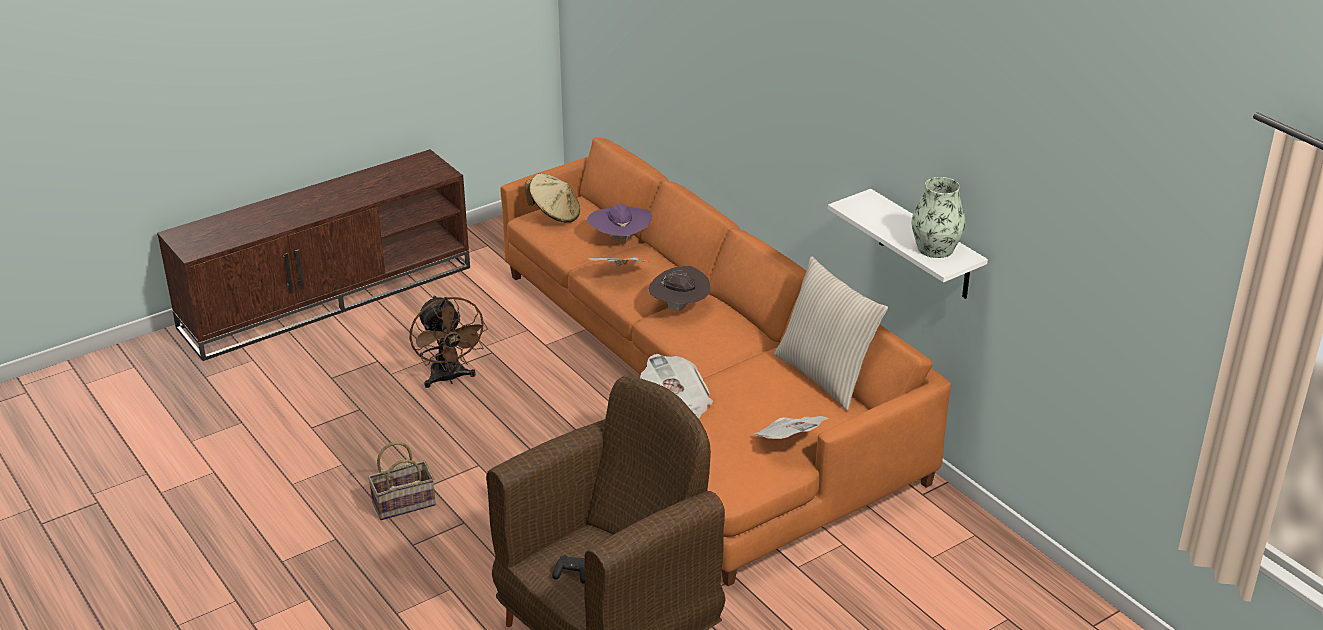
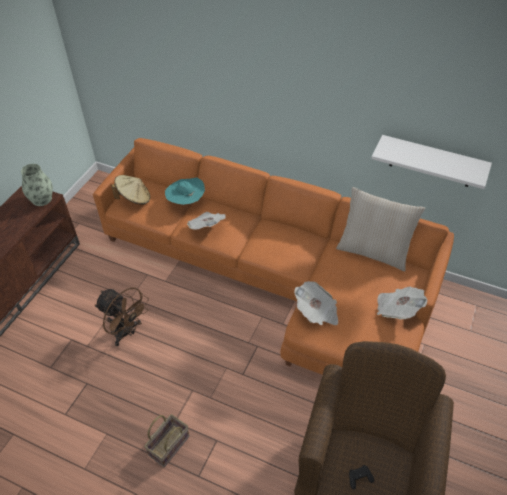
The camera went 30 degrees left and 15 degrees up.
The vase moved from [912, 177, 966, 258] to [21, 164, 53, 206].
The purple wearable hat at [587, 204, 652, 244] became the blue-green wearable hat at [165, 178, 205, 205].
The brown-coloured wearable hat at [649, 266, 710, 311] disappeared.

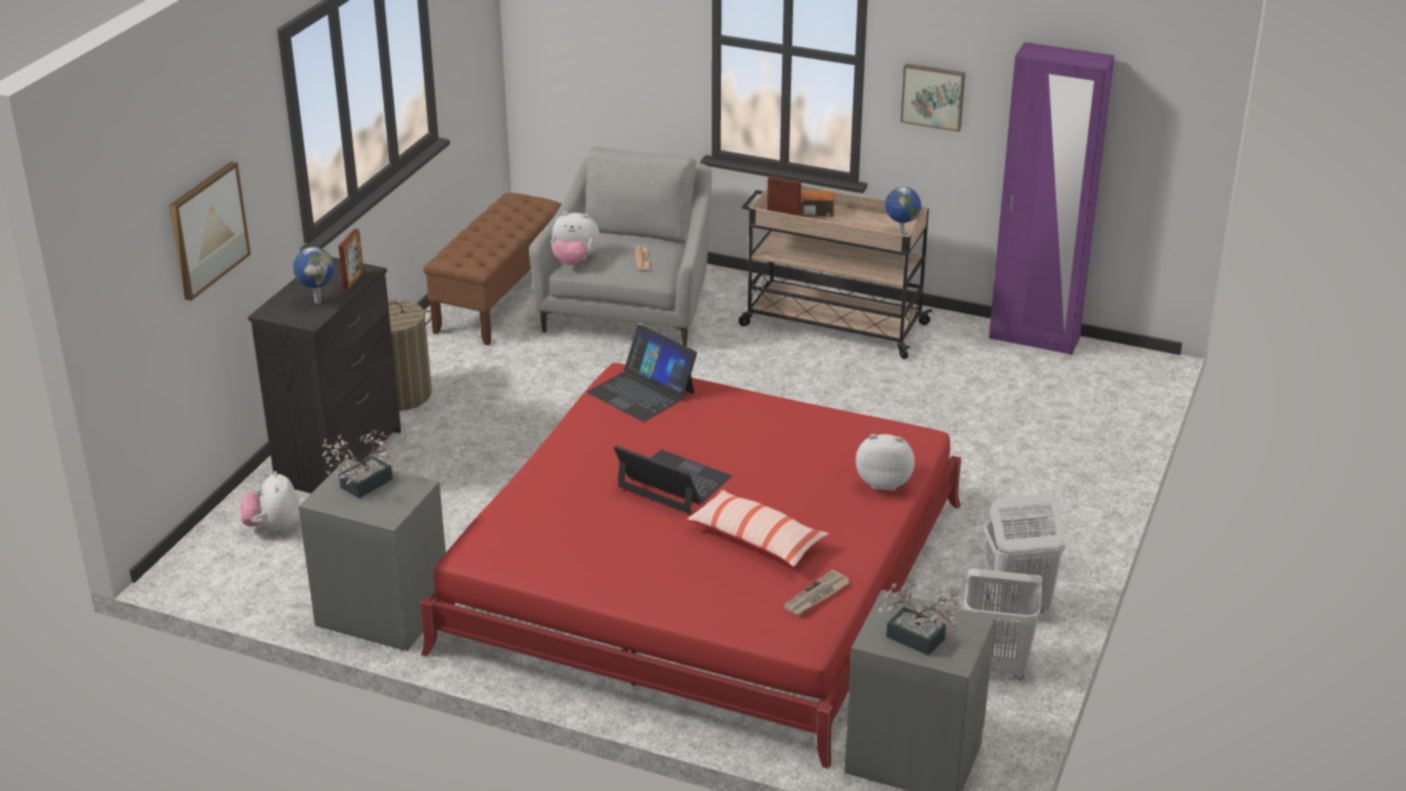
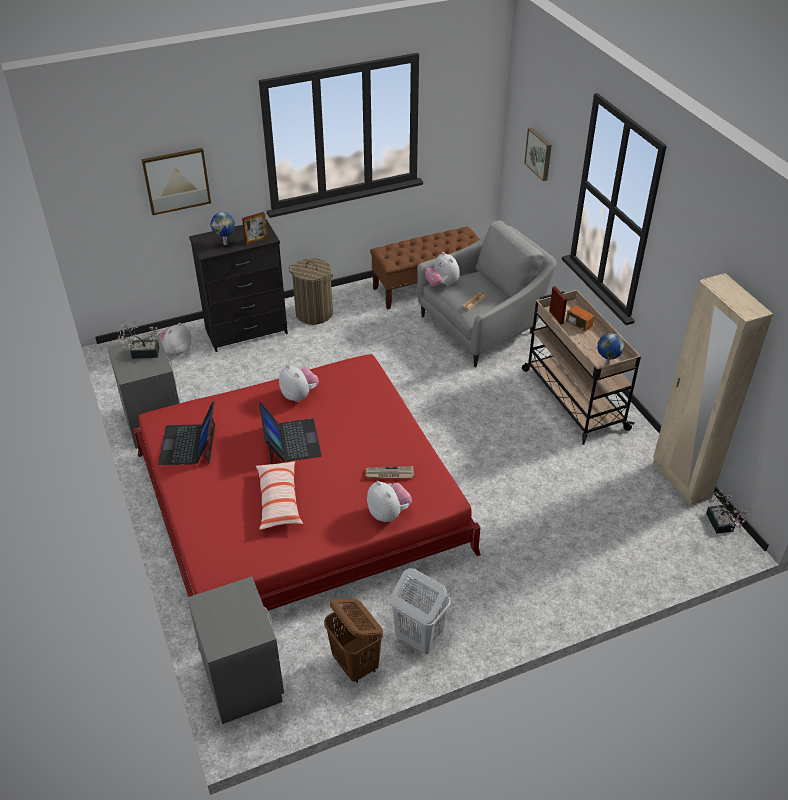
The camera went 45 degrees right and 10 degrees up.
The notebook computer moved from [587, 325, 697, 422] to [158, 401, 215, 465].
The plush toy at [279, 365, 319, 402] appeared.
The white hamper at [964, 568, 1043, 680] became the brown-coloured hamper at [324, 598, 383, 683].
The newspaper moved from [783, 570, 850, 616] to [365, 466, 414, 478].
The picture moved from [900, 63, 965, 132] to [524, 128, 552, 181].
The purple wardrobe at [989, 42, 1115, 355] became the sand-coloured wardrobe at [653, 273, 773, 506].
The houseplant moved from [878, 583, 966, 656] to [705, 490, 749, 534].

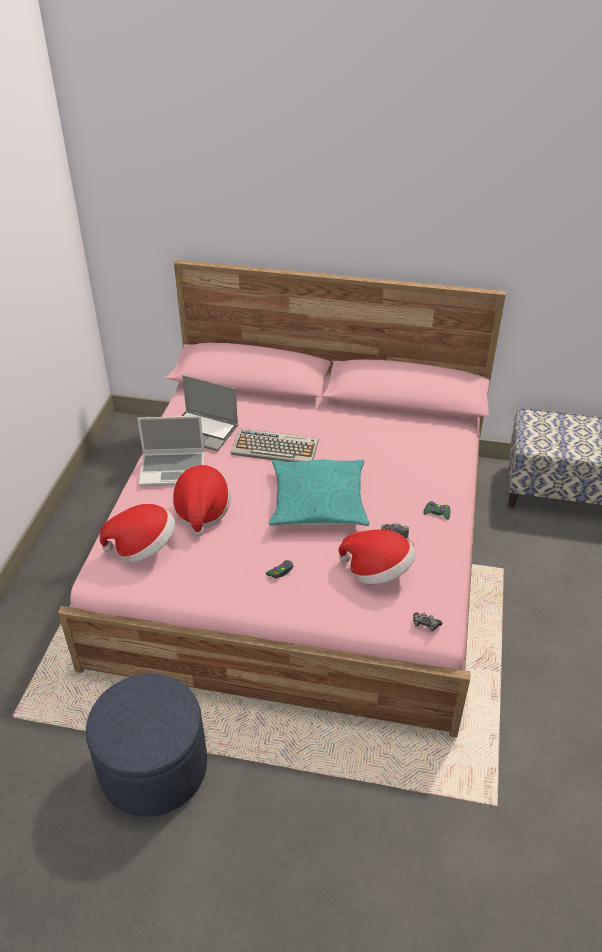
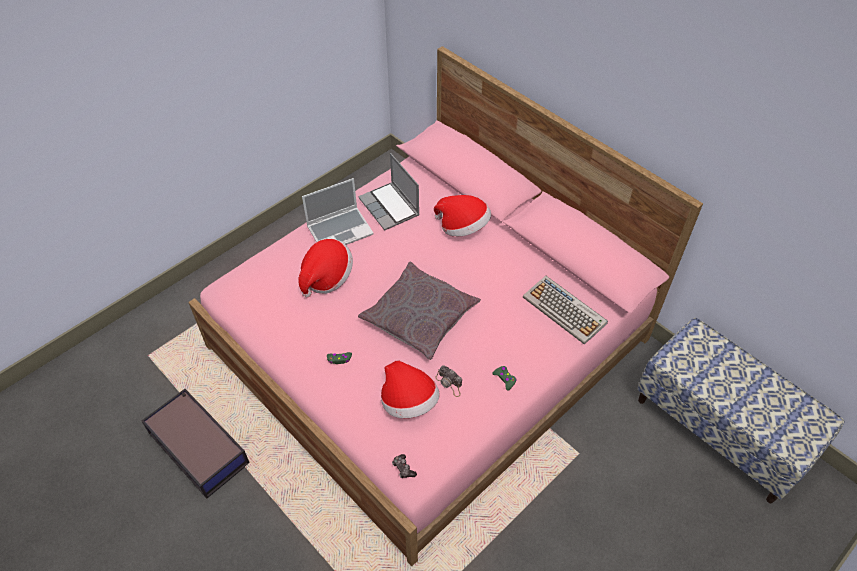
The camera went 35 degrees right and 10 degrees up.
The bluish footrest at [86, 674, 207, 817] was replaced by the storage box at [142, 389, 250, 499].
The notebook computer at [137, 416, 205, 486] turned 60 degrees counterclockwise.
The blue-green cushion at [269, 460, 369, 526] became the grey cushion at [358, 261, 481, 360].
The wearable hat moved from [100, 504, 175, 562] to [434, 195, 491, 237].
The keyboard moved from [231, 428, 318, 462] to [523, 276, 608, 345].

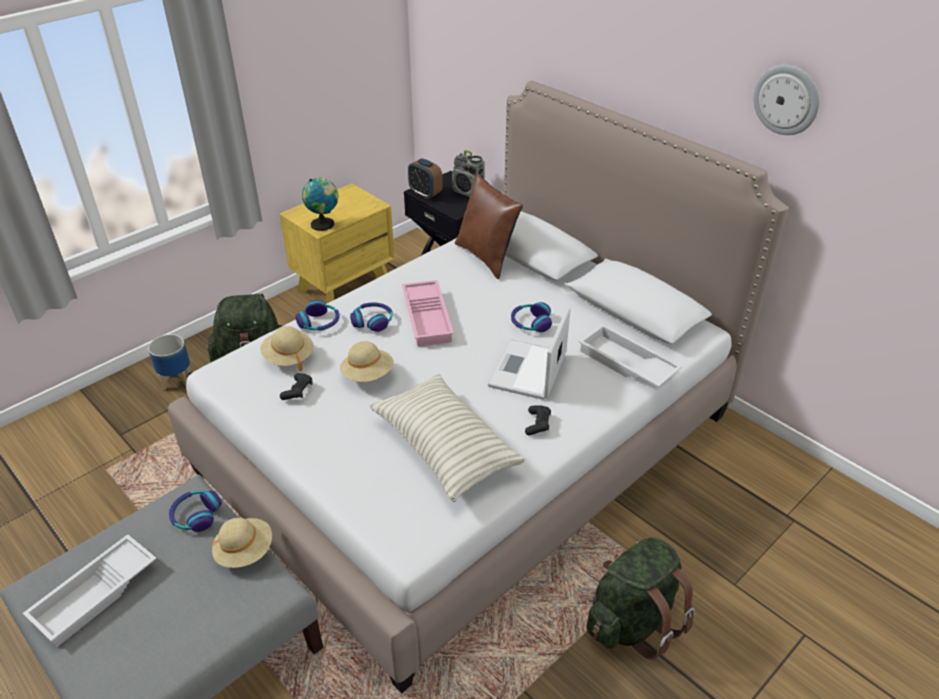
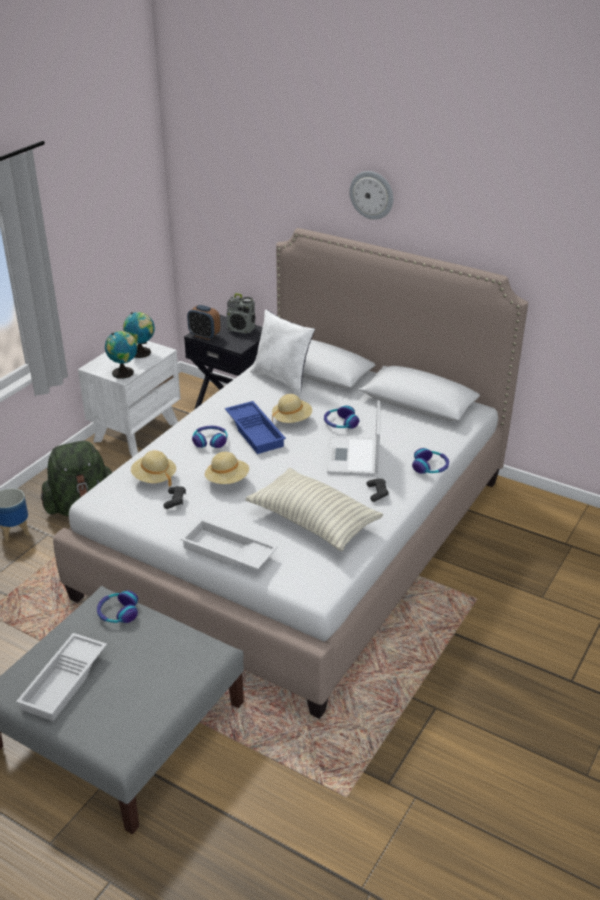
The camera went 15 degrees left and 5 degrees down.
The yellowish night table at [279, 183, 395, 303] became the white night table at [78, 341, 181, 457].
The desk globe at [123, 312, 155, 358] appeared.
The white tray moved from [579, 324, 682, 387] to [180, 518, 278, 570].
The pinkish tray at [402, 280, 454, 347] became the bluish tray at [225, 401, 286, 454].
The brown-coloured cushion at [455, 174, 523, 279] became the white cushion at [250, 309, 315, 395].
The sand-coloured wearable hat moved from [212, 518, 272, 568] to [272, 394, 312, 423].
The wall clock moved from [753, 65, 819, 135] to [349, 171, 393, 220].
The headset moved from [295, 300, 340, 331] to [412, 448, 449, 474].
The green-coloured knapsack at [587, 537, 695, 660] disappeared.

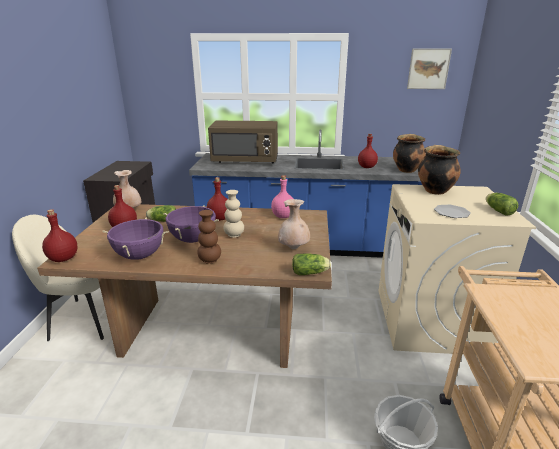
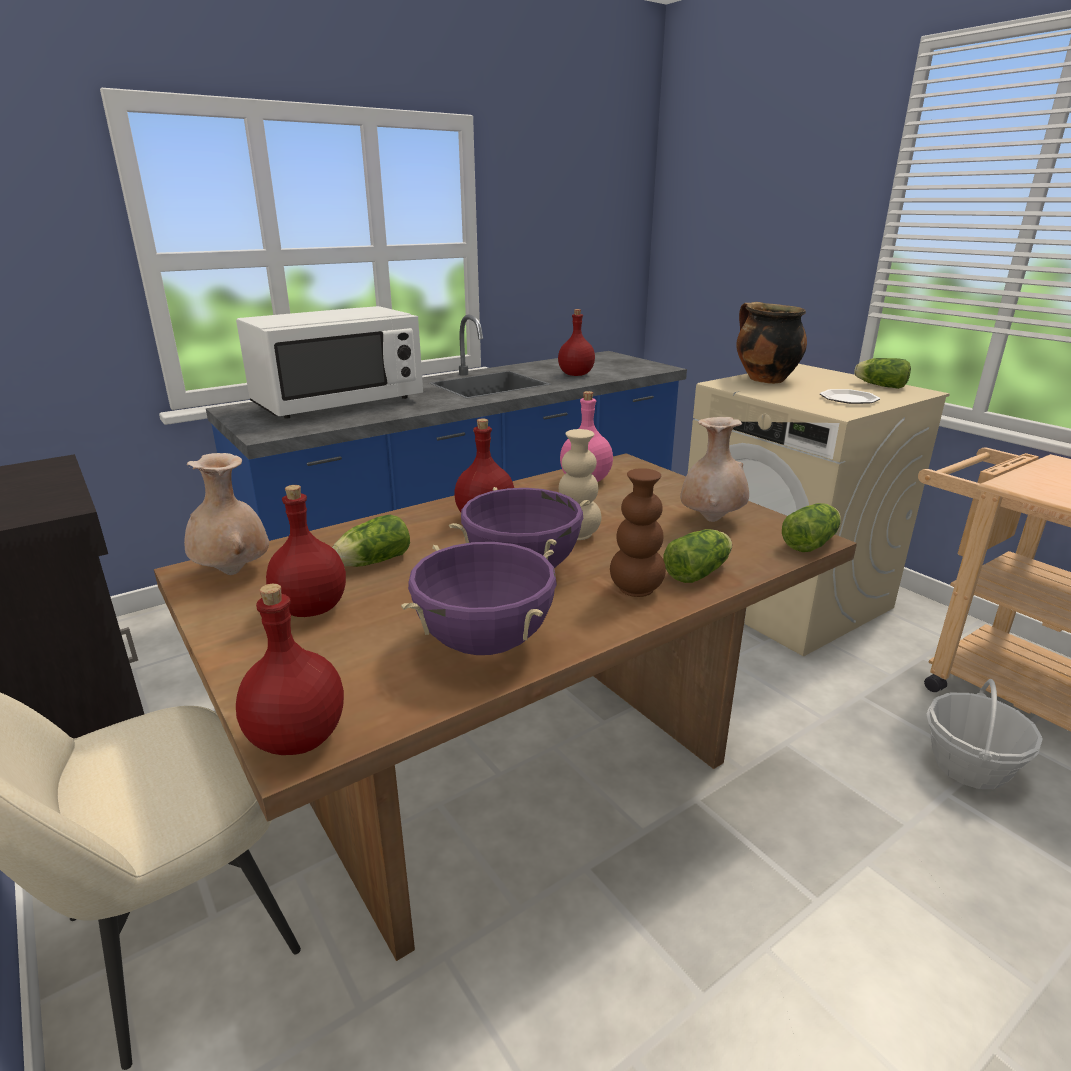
The camera went 40 degrees left and 0 degrees up.
The brown-coloured microwave at [208, 121, 278, 163] became the white microwave at [236, 306, 423, 419].
The lettuce head at [663, 529, 732, 583] appeared.
The saucepot at [393, 134, 426, 173] disappeared.
The picture at [407, 49, 452, 89] disappeared.

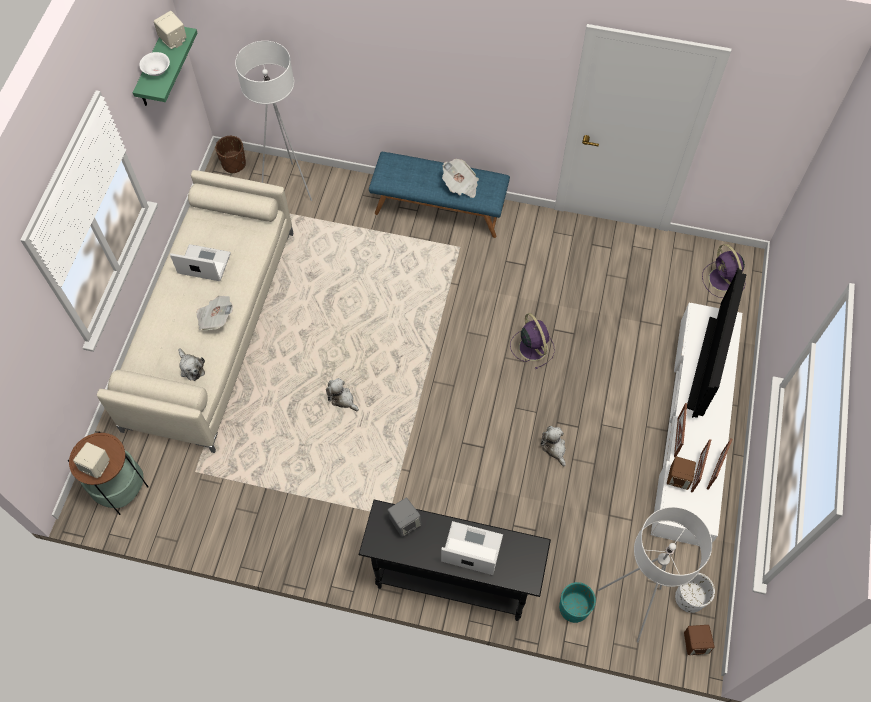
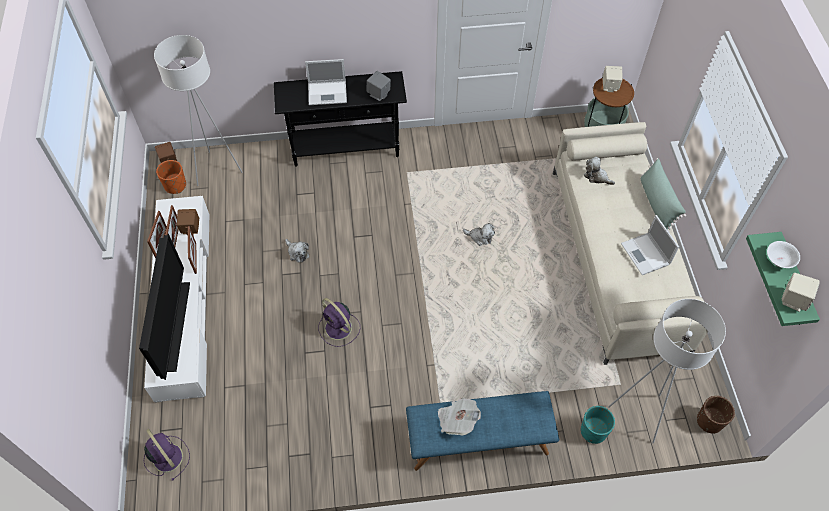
The camera went 160 degrees right and 5 degrees down.
The white plant pot at [675, 573, 715, 613] became the orange-coloured plant pot at [156, 160, 186, 194].
The blue-green plant pot moved from [559, 582, 596, 623] to [581, 406, 615, 444].
The notebook computer at [170, 244, 231, 281] turned 75 degrees clockwise.
The green-coloured cushion at [641, 158, 686, 232] appeared.
The newspaper at [196, 296, 233, 331] disappeared.

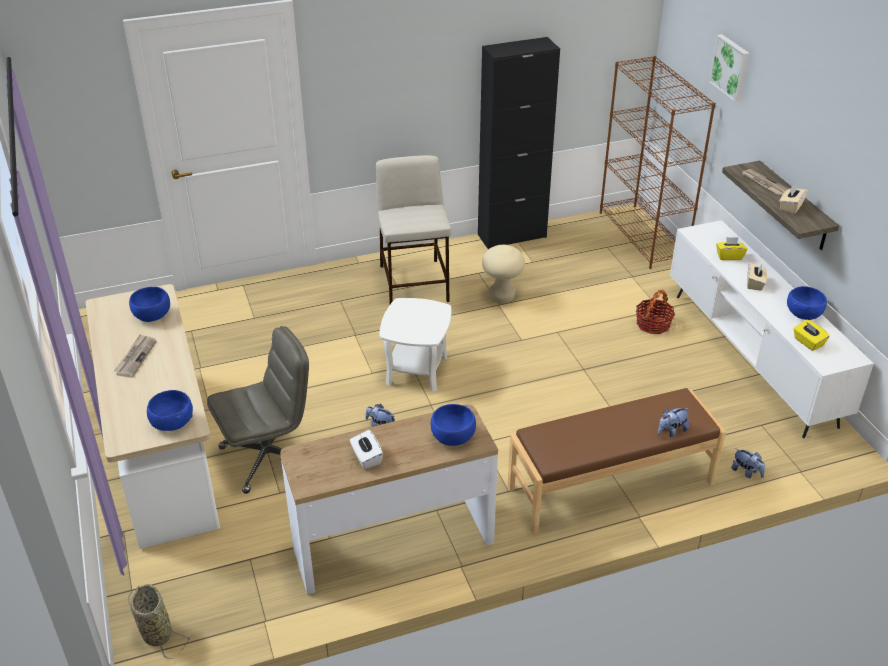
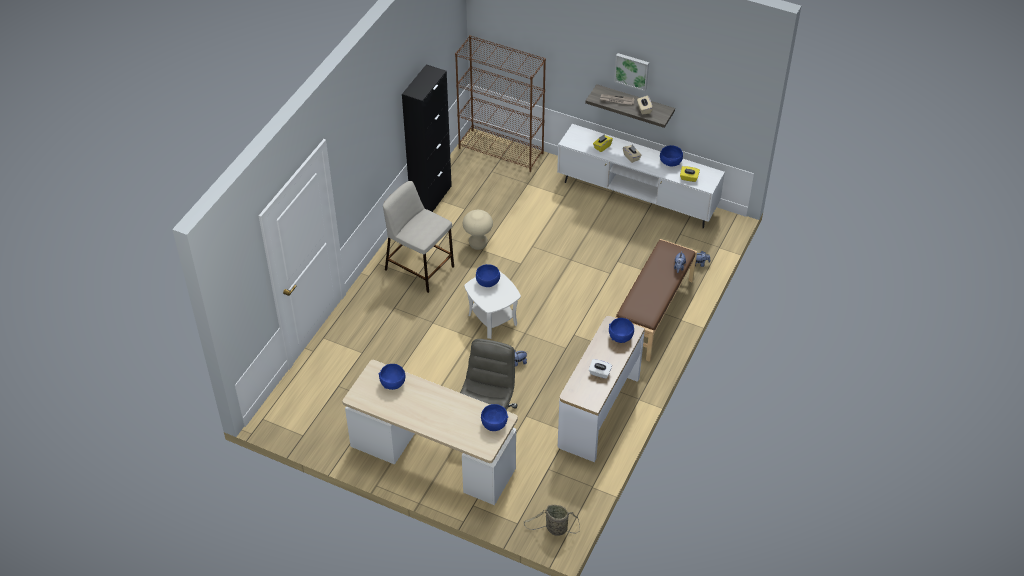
The camera went 45 degrees left and 10 degrees up.
The bluish deep dish at [476, 264, 500, 287] appeared.
The picture moved from [709, 34, 750, 102] to [614, 53, 649, 91].
The newspaper at [114, 334, 157, 378] disappeared.
The storage basket at [636, 290, 675, 334] disappeared.

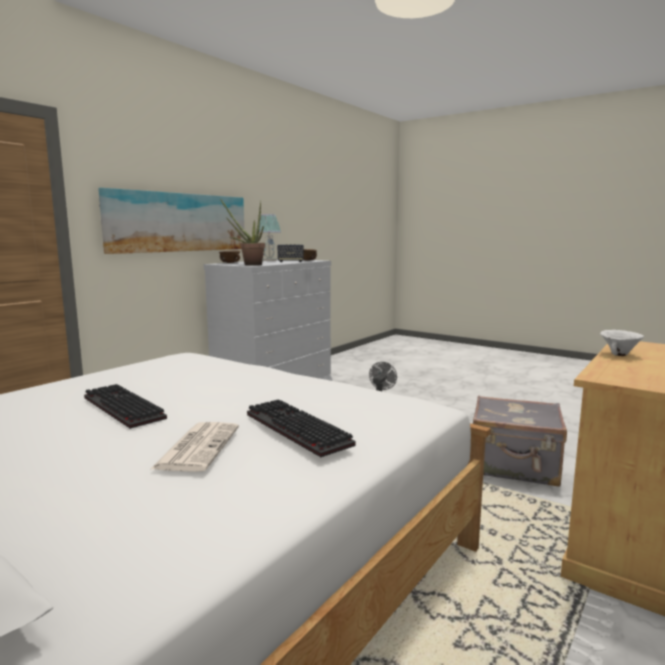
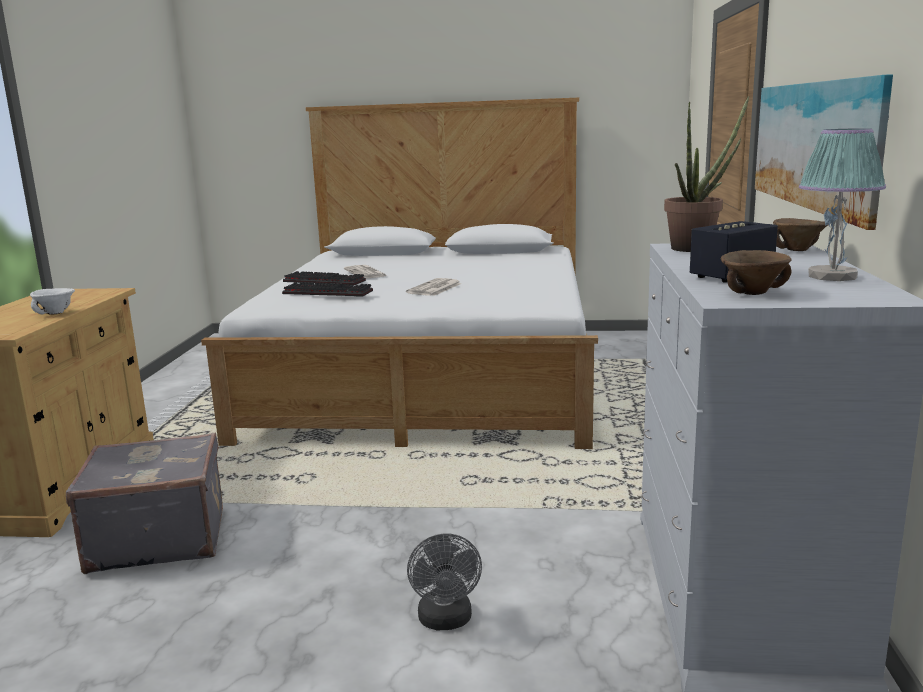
The camera went 150 degrees right and 5 degrees up.
The keyboard moved from [84, 384, 167, 429] to [282, 282, 373, 297].
The newspaper at [406, 278, 462, 296] appeared.

